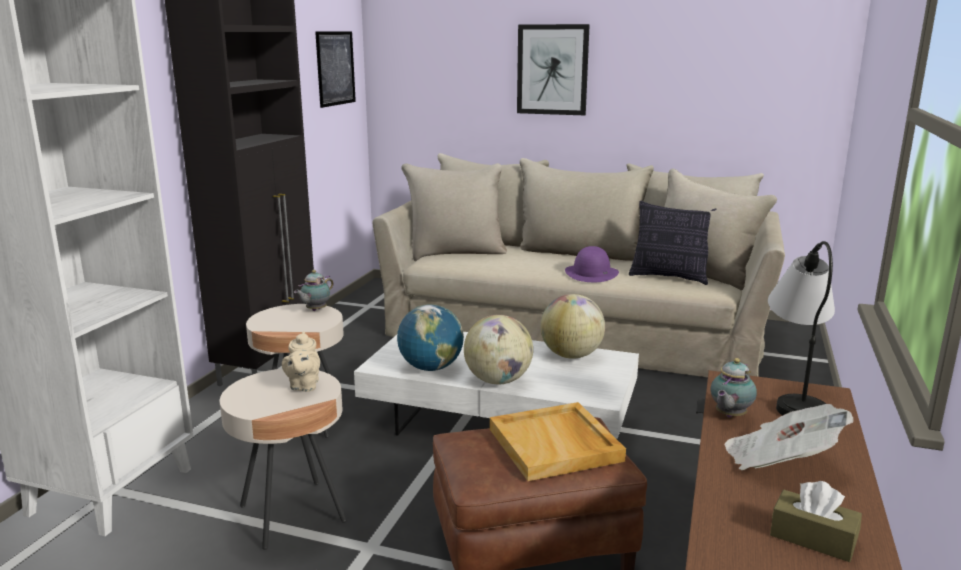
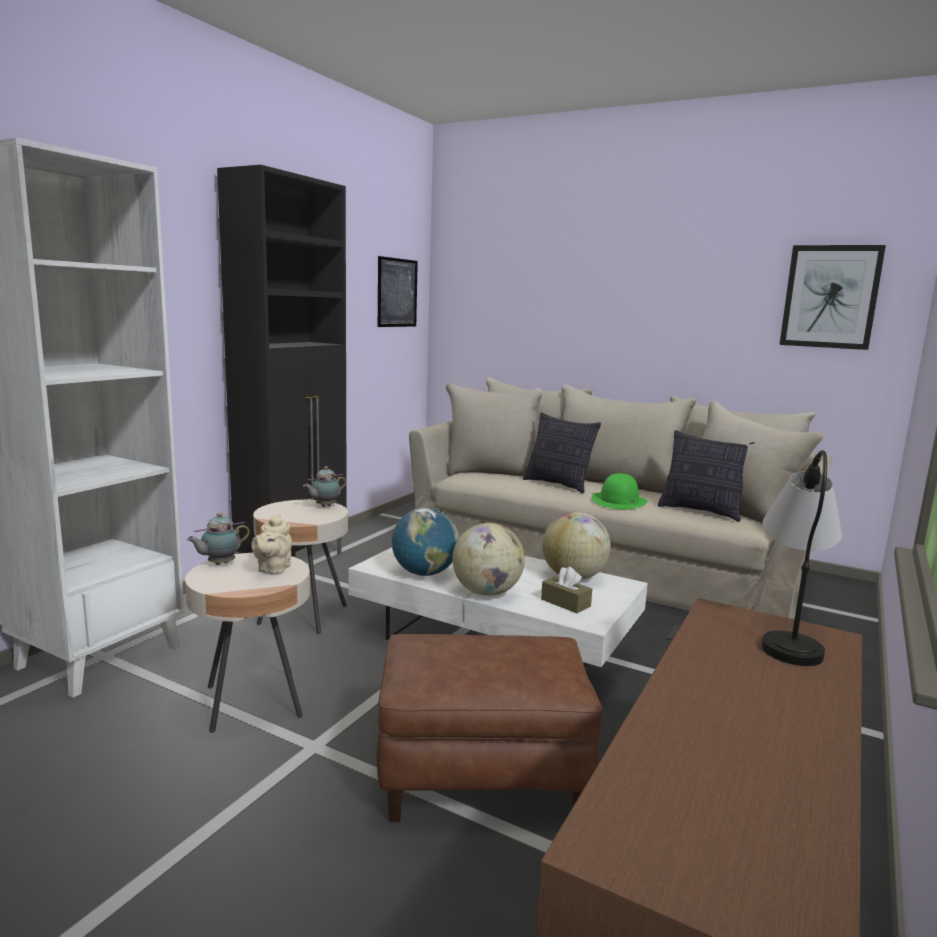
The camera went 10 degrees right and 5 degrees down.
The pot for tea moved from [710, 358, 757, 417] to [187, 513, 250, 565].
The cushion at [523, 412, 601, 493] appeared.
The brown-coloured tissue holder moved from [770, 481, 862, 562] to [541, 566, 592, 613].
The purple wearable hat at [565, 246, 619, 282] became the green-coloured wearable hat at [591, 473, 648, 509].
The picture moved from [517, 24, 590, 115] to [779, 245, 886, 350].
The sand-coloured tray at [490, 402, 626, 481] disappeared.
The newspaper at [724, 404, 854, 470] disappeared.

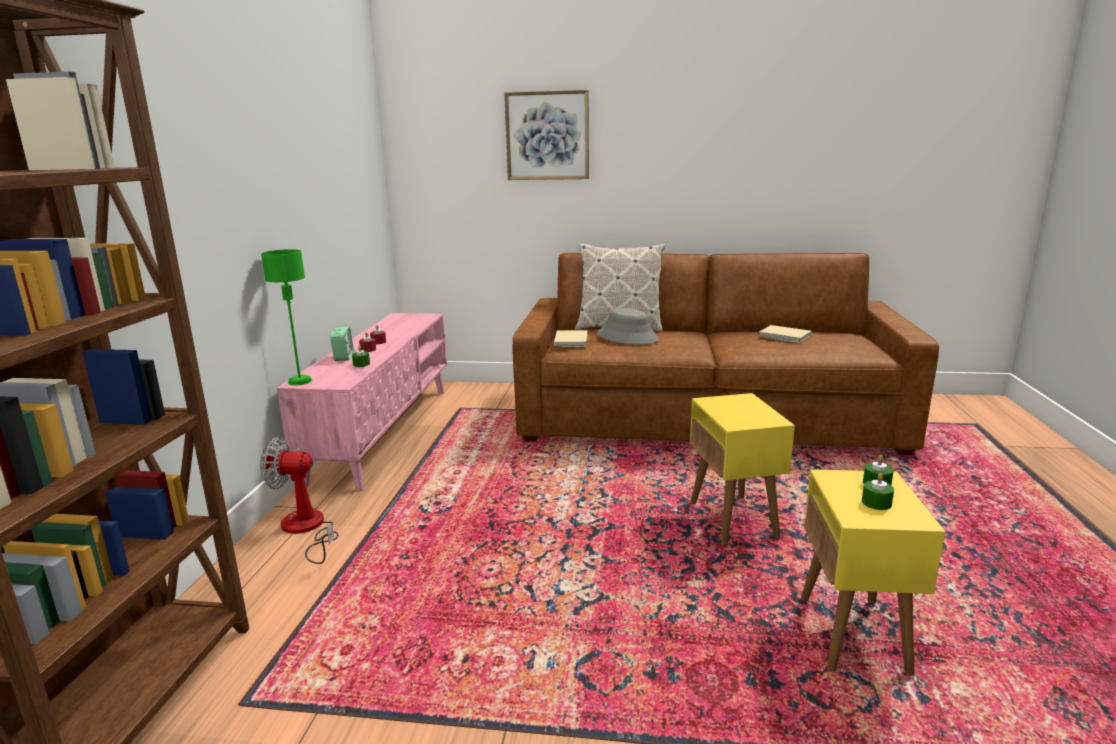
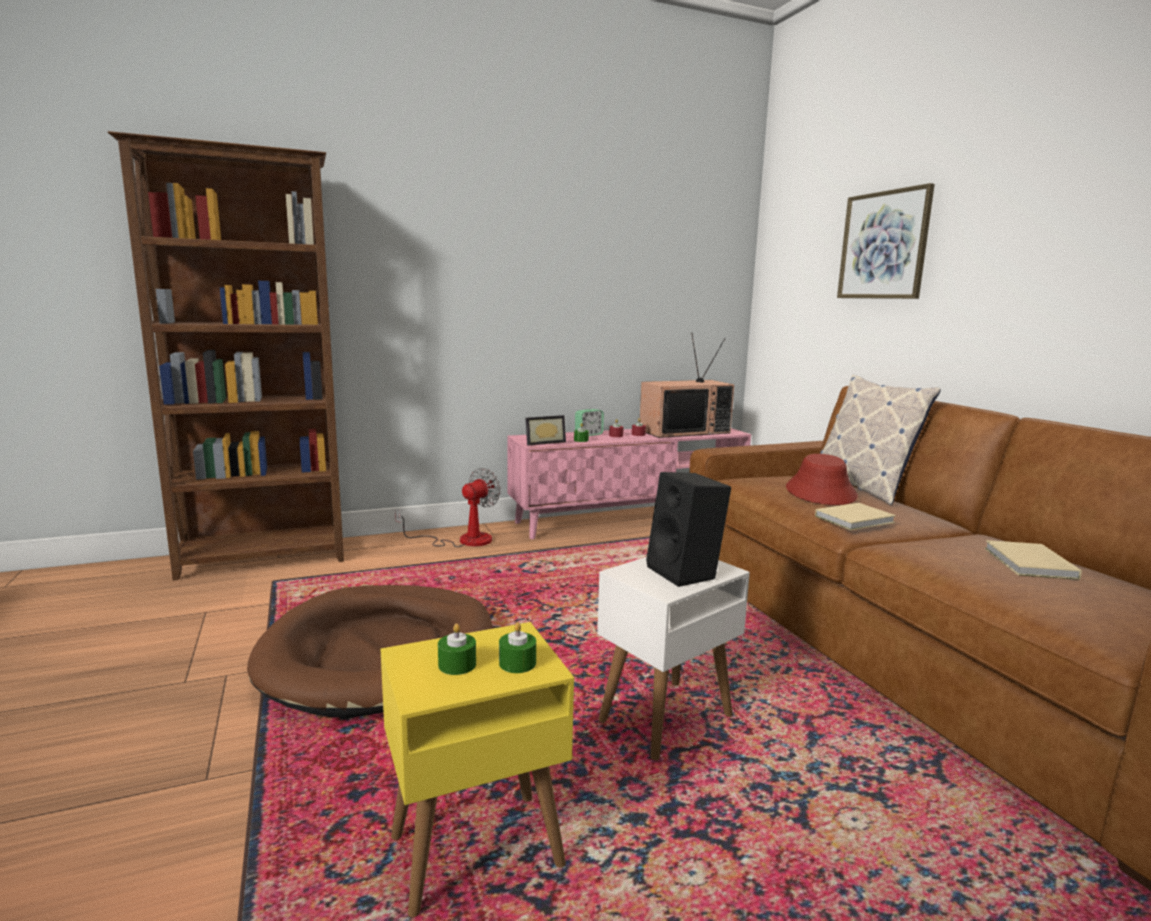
The camera went 60 degrees right and 5 degrees down.
The brown-coloured pet bed at [247, 585, 492, 717] appeared.
The electric fan at [260, 437, 338, 564] turned 60 degrees clockwise.
The picture frame at [526, 415, 566, 445] appeared.
The yellowish end table at [690, 393, 795, 545] became the white end table at [597, 557, 750, 761].
The TV at [640, 333, 734, 438] appeared.
The black audio speaker at [646, 472, 731, 587] appeared.
The grey wearable hat at [597, 308, 659, 345] became the reddish wearable hat at [786, 454, 858, 505].
The sand-coloured volume moved from [554, 331, 587, 347] to [815, 503, 896, 530].
The green-coloured table lamp at [261, 249, 312, 385] disappeared.

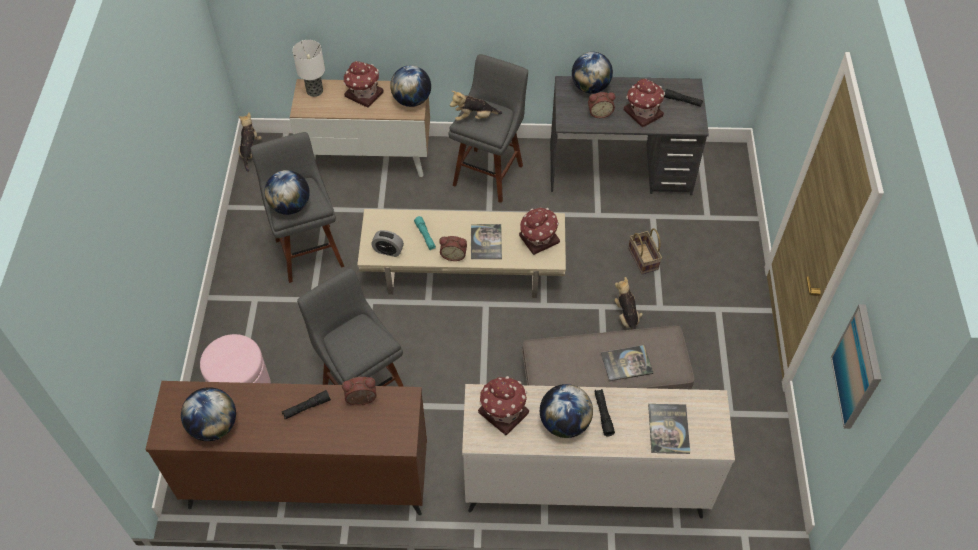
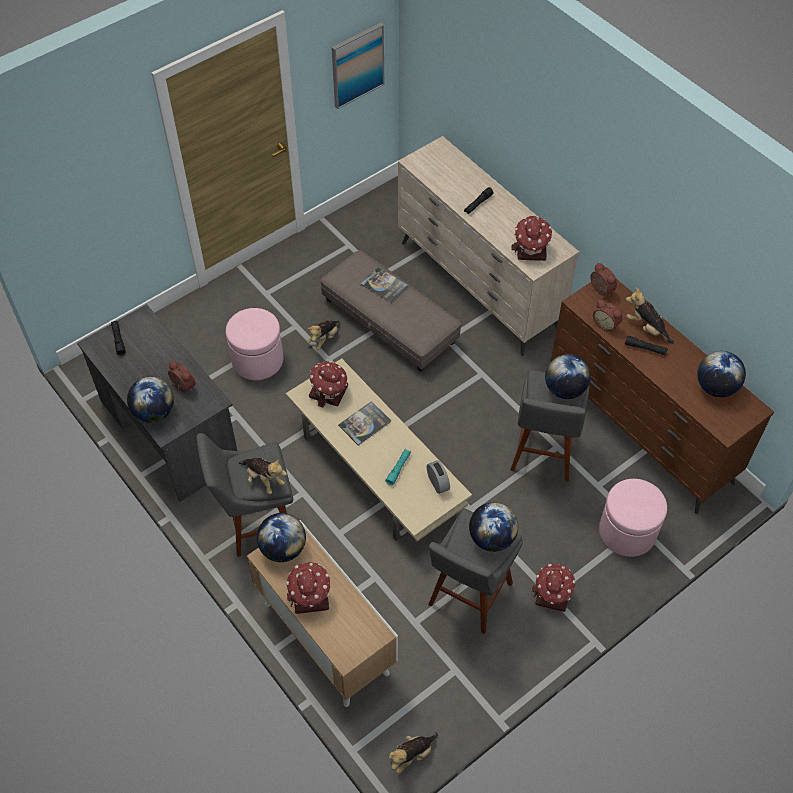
The camera went 130 degrees left and 0 degrees up.
The storage basket at [628, 228, 662, 274] was replaced by the pinkish footrest at [226, 308, 284, 380].
The toy house moved from [623, 78, 665, 128] to [532, 564, 576, 612].
The desk globe moved from [540, 384, 593, 438] to [545, 354, 591, 399].
The bedside clock moved from [439, 236, 467, 261] to [590, 263, 617, 296].
The plush toy at [626, 287, 674, 344] appeared.
The table lamp at [292, 40, 325, 97] disappeared.
The volume at [648, 404, 690, 454] disappeared.

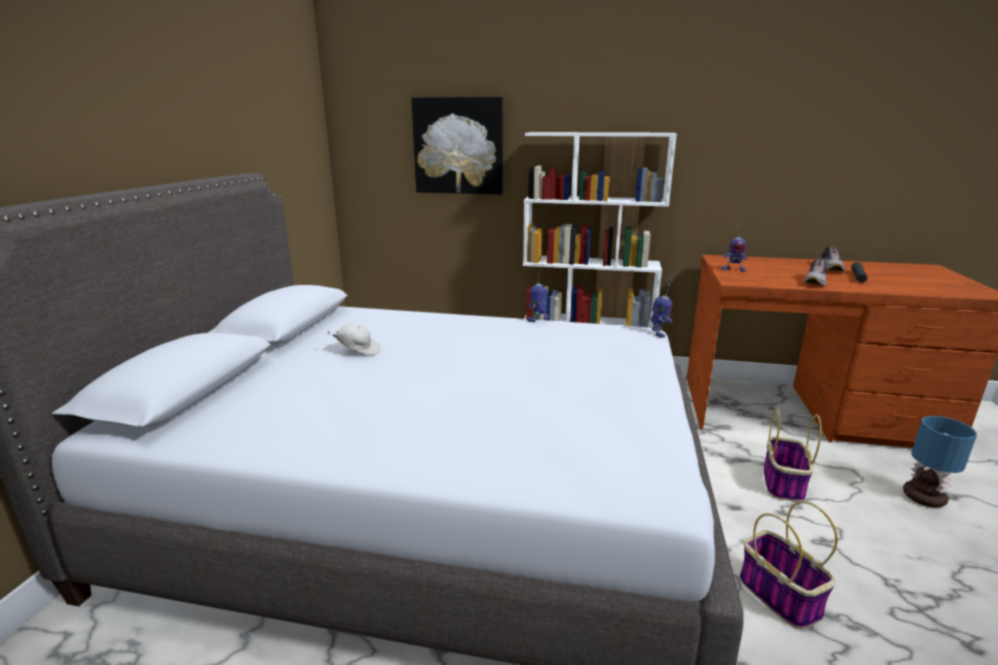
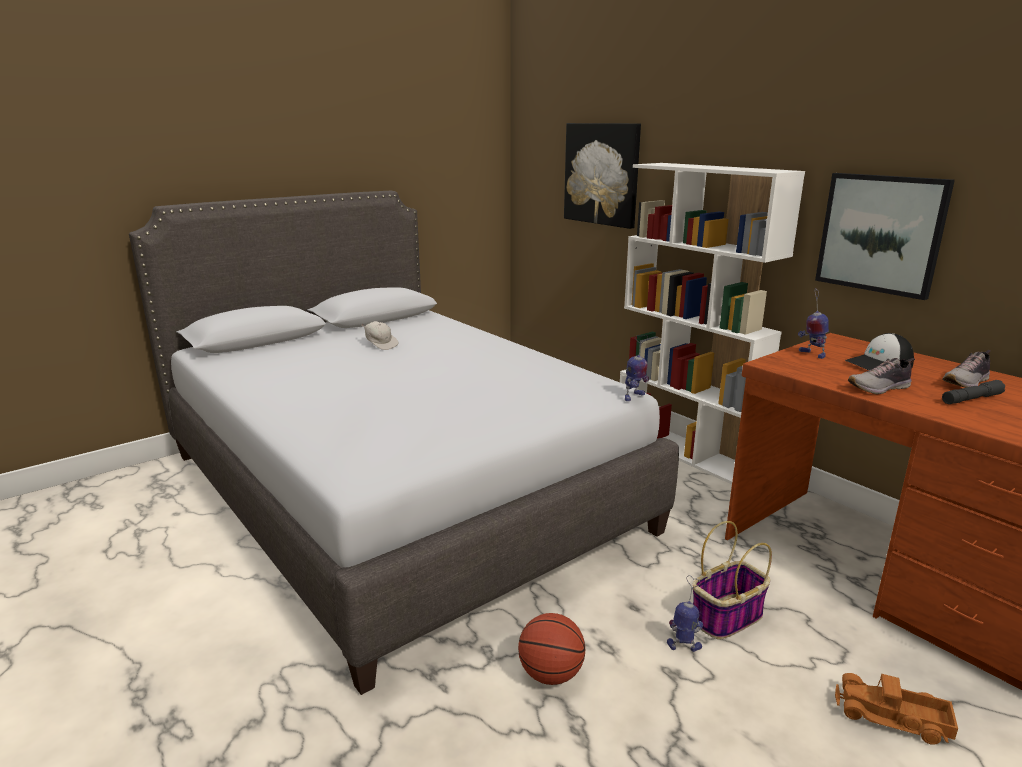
The camera went 40 degrees right and 0 degrees up.
The storage basket at [739, 501, 838, 629] was replaced by the basketball at [518, 613, 585, 685].
The toy robot moved from [526, 264, 549, 322] to [667, 575, 703, 652].
The picture at [815, 173, 955, 300] appeared.
The table lamp at [903, 416, 977, 508] was replaced by the toy truck at [835, 673, 958, 745].
The baseball cap at [845, 333, 914, 370] appeared.

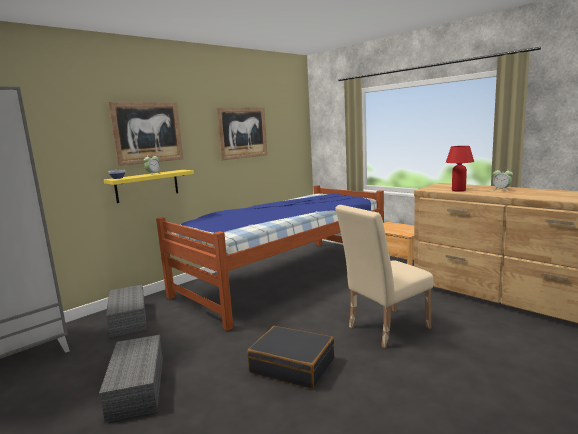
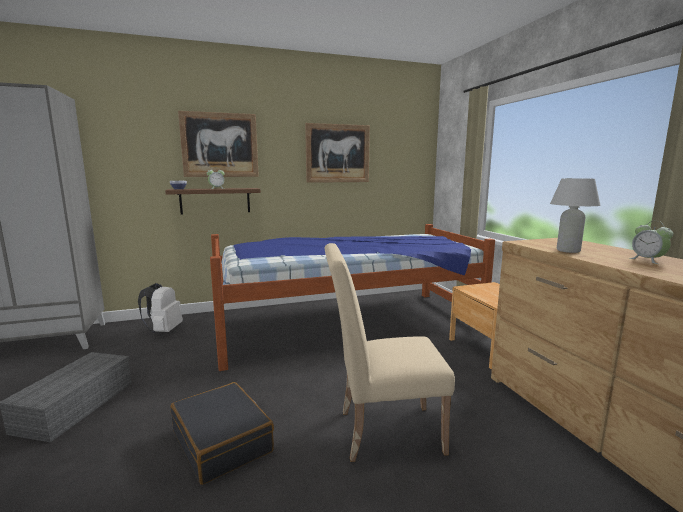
The camera went 25 degrees right and 0 degrees up.
The grey storage box at [106, 284, 147, 337] was replaced by the white knapsack at [138, 283, 183, 333].
The yellowish shelf at [104, 170, 194, 203] became the brown-coloured shelf at [165, 188, 261, 214].
The reddish table lamp at [446, 146, 474, 192] became the white table lamp at [550, 178, 601, 253].

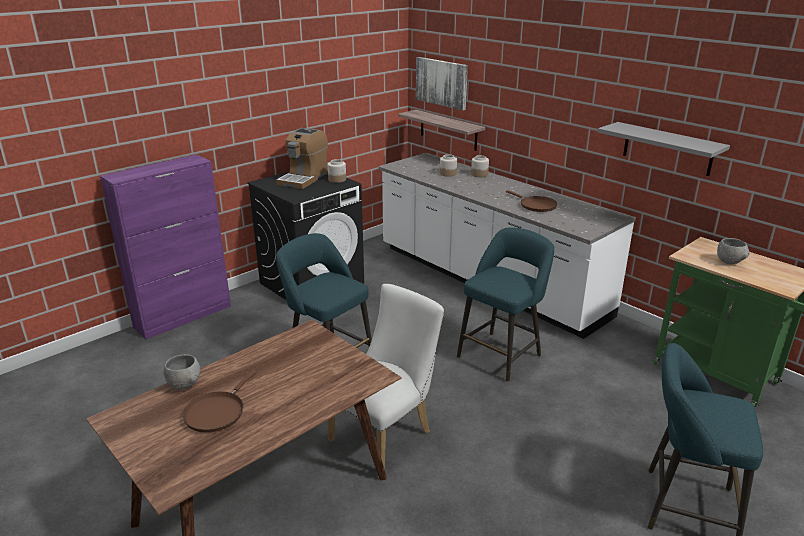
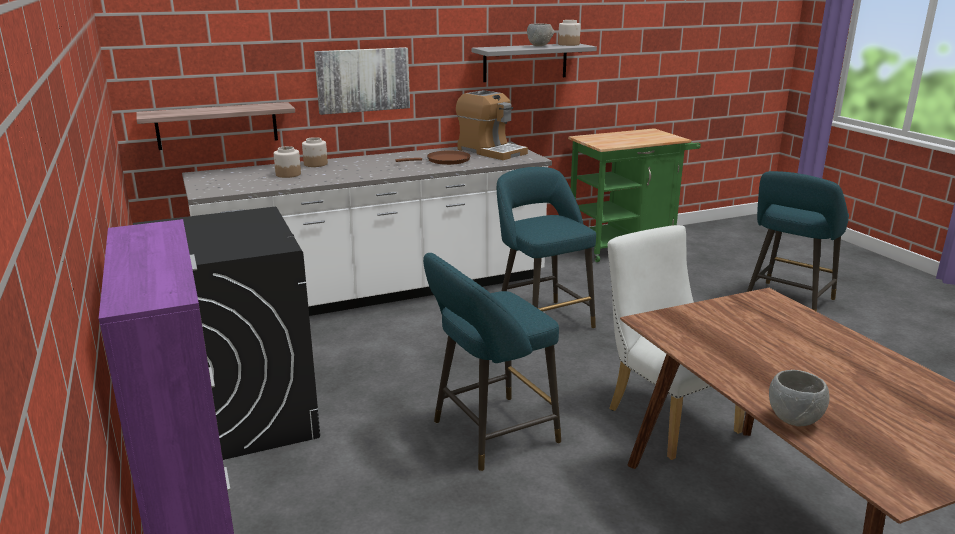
The camera went 70 degrees left and 5 degrees down.
The picture moved from [416, 57, 468, 111] to [314, 47, 410, 115].
The coffee maker moved from [276, 128, 328, 189] to [456, 90, 528, 160].
The grey deep dish moved from [717, 238, 750, 264] to [527, 24, 555, 46].
The storage jar moved from [328, 159, 346, 183] to [558, 20, 581, 46].
The brown-coloured pan at [182, 370, 256, 433] disappeared.

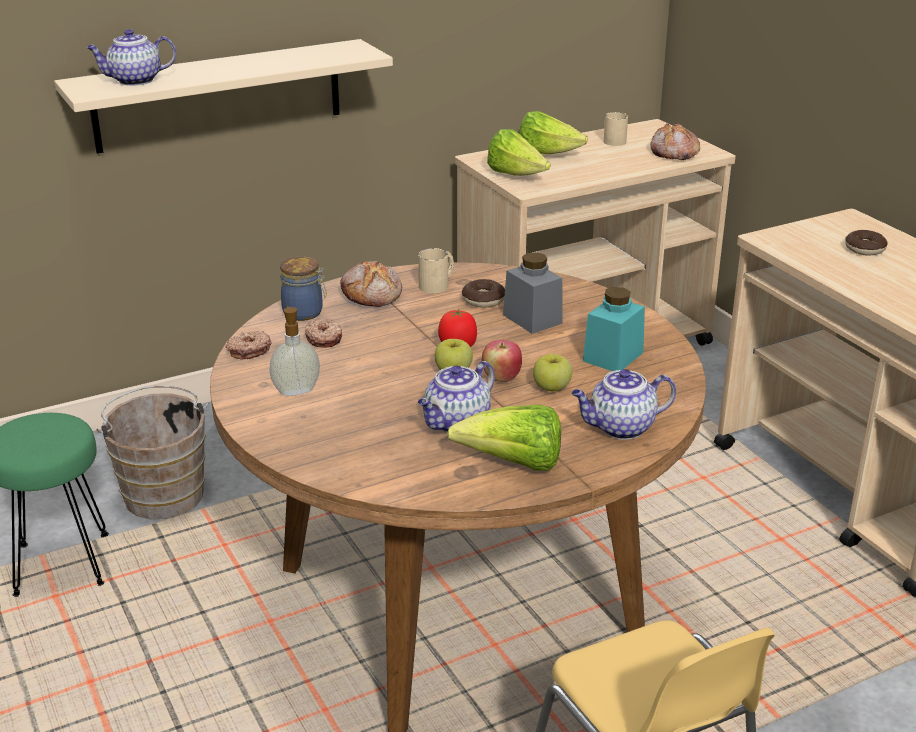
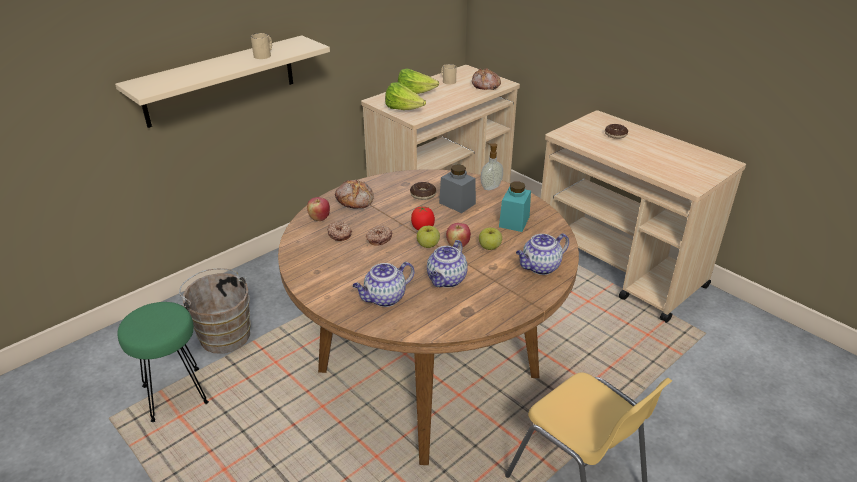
The camera went 15 degrees left and 5 degrees up.
The sand-coloured coffee mug moved from [418, 248, 454, 293] to [251, 33, 272, 59].
The storage jar at [280, 257, 327, 321] was replaced by the apple fruit at [307, 197, 330, 221].
The pot for tea moved from [86, 29, 176, 86] to [353, 262, 414, 307].
The donut moved from [226, 331, 271, 360] to [366, 226, 392, 246].
The soap dispenser moved from [270, 306, 320, 396] to [481, 143, 503, 190].
The lettuce head at [447, 405, 561, 471] disappeared.

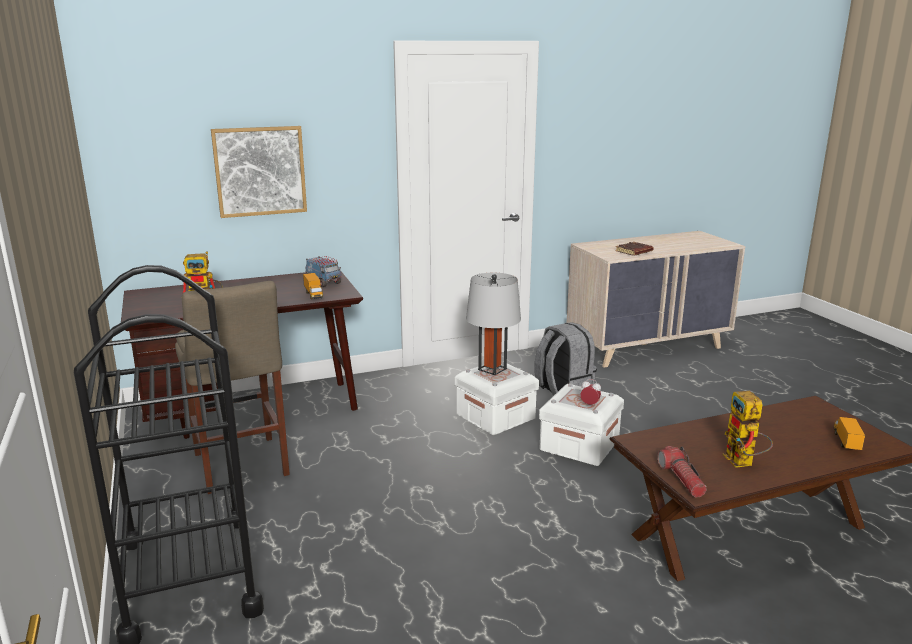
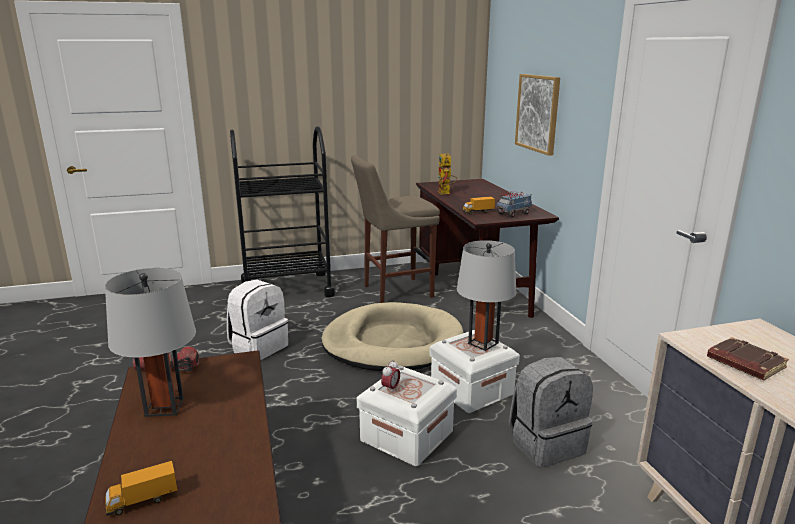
The camera went 95 degrees right and 0 degrees up.
The toy robot at [723, 391, 773, 468] was replaced by the grey table lamp at [105, 268, 196, 417].
The toy truck at [834, 417, 865, 450] turned 135 degrees clockwise.
The white knapsack at [227, 280, 288, 360] appeared.
The sand-coloured pet bed at [321, 302, 464, 371] appeared.

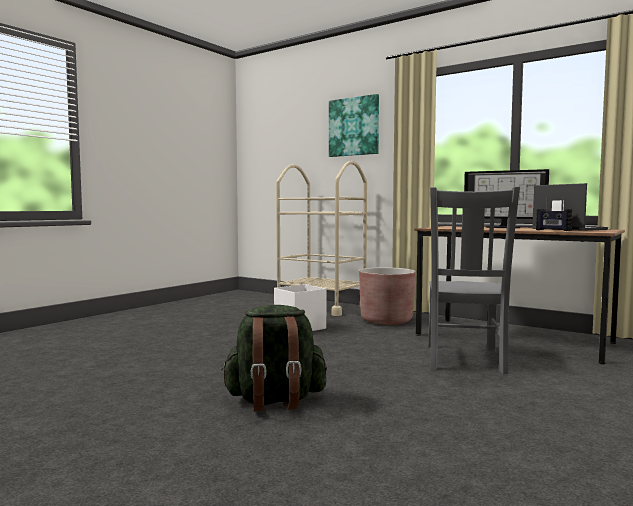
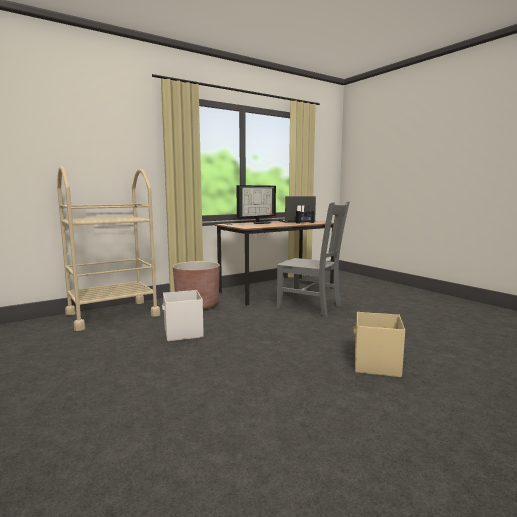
The camera went 70 degrees left and 5 degrees up.
The green-coloured knapsack at [221, 305, 327, 411] was replaced by the sand-coloured storage box at [354, 312, 405, 377].
The picture at [329, 94, 379, 157] disappeared.

